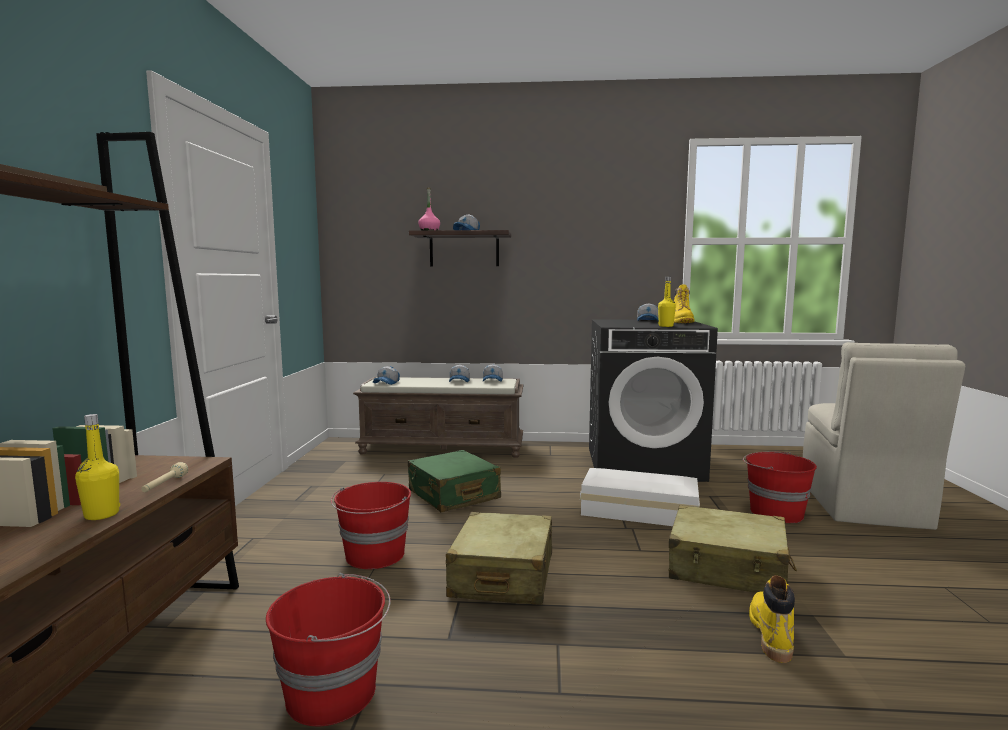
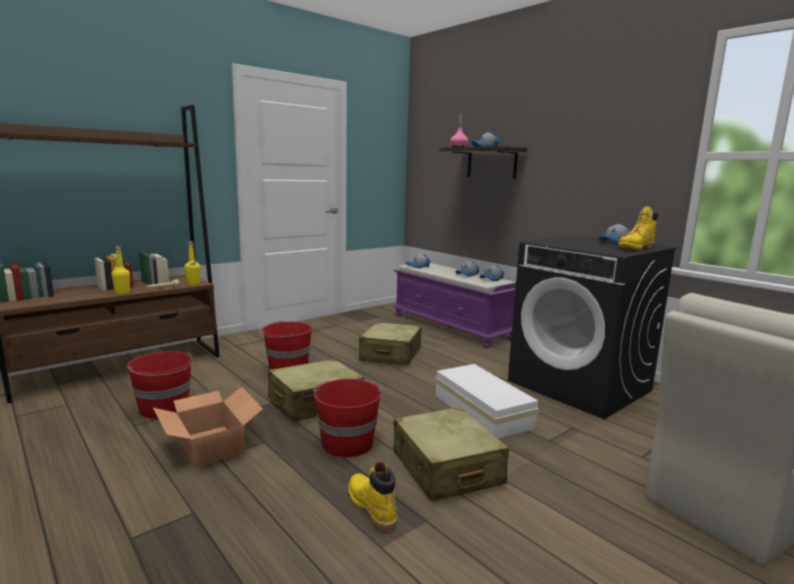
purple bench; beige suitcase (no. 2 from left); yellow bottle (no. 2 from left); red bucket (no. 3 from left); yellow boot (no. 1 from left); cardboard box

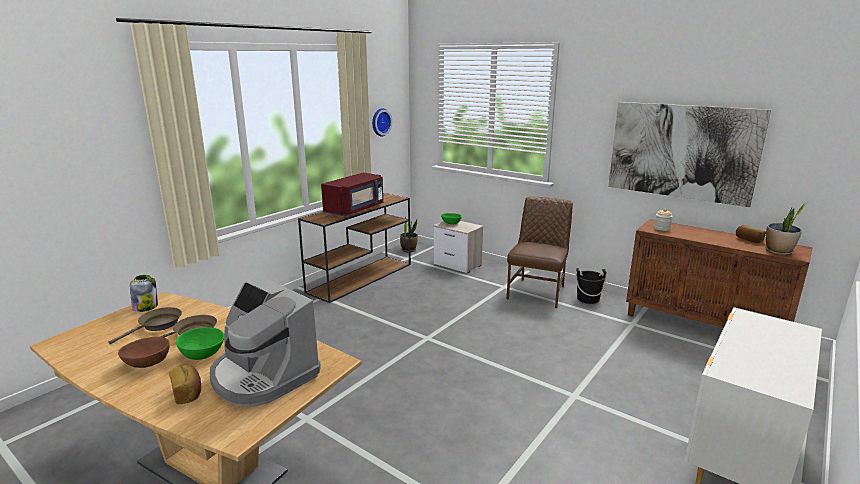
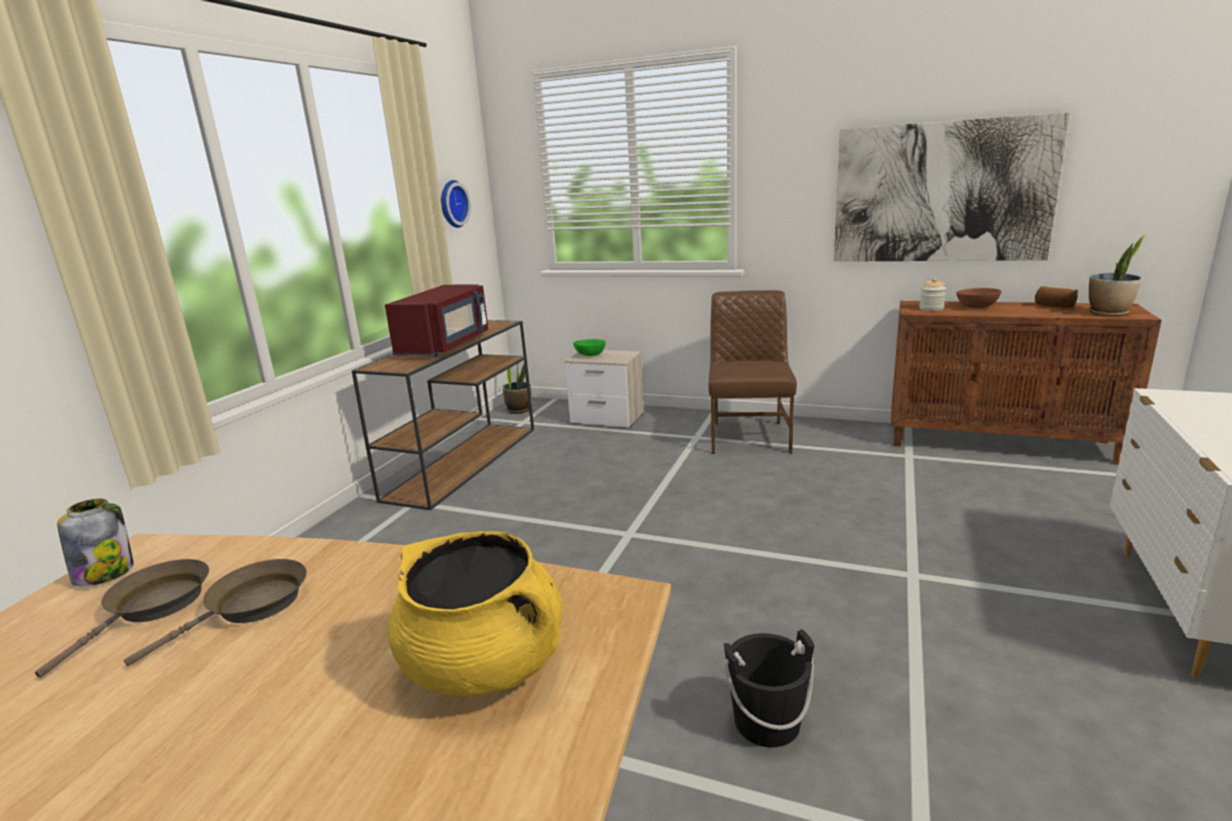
brown bowl; bread (no. 1 from left in the first image); green bowl (no. 1 from left in the first image); yellow cooking pot; black bucket

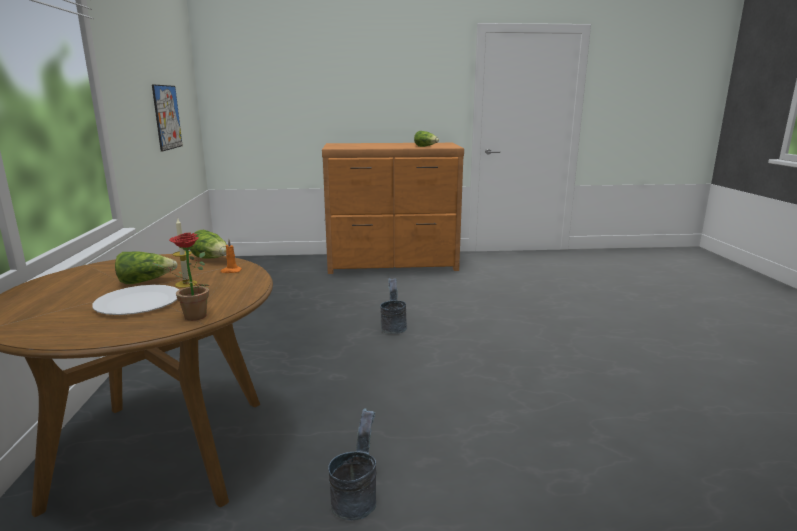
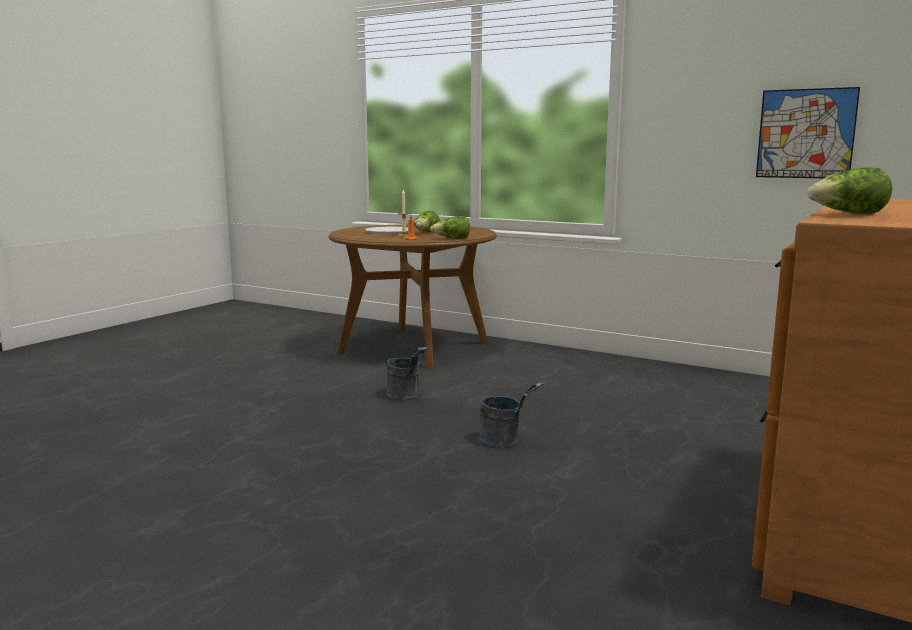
potted plant; grey bucket (no. 1 from left)

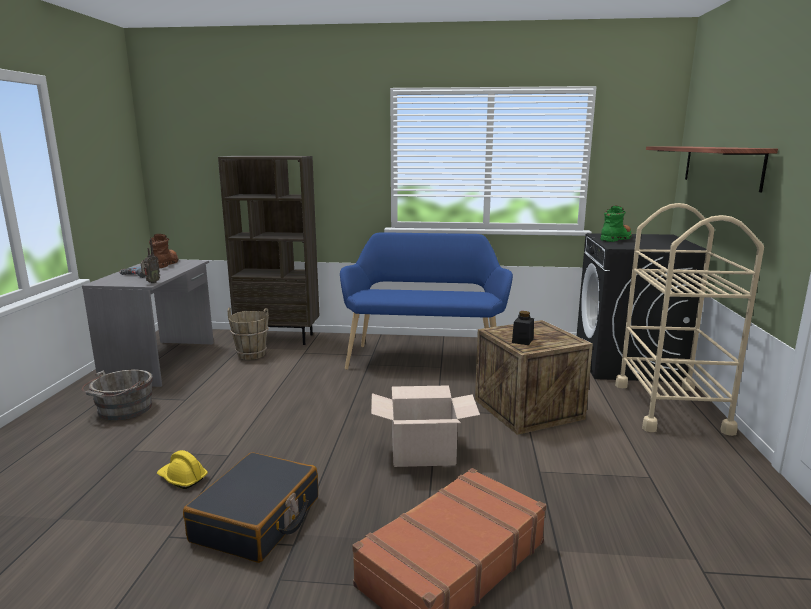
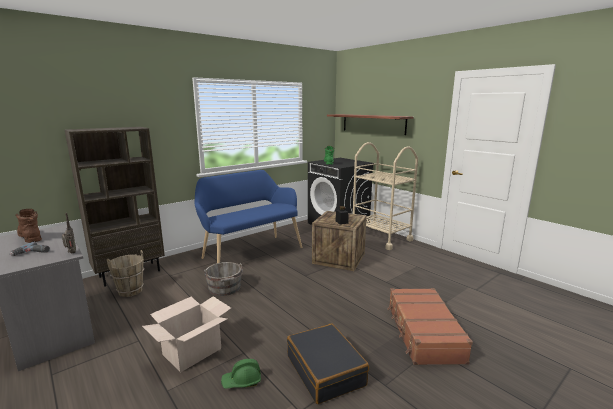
grey bucket; green hard hat; cardboard box

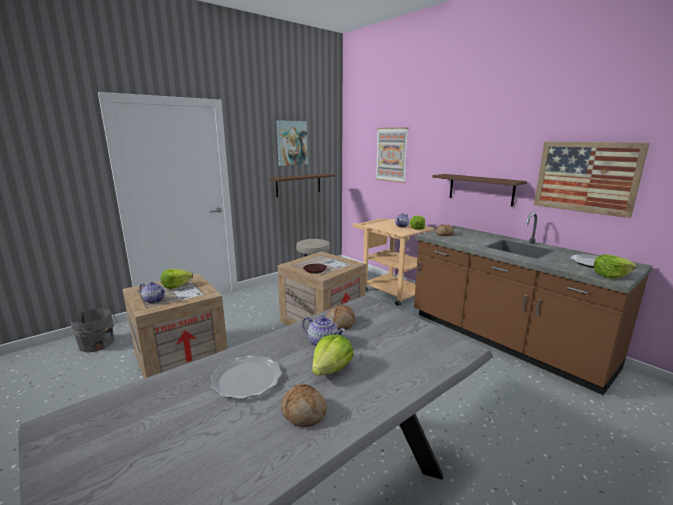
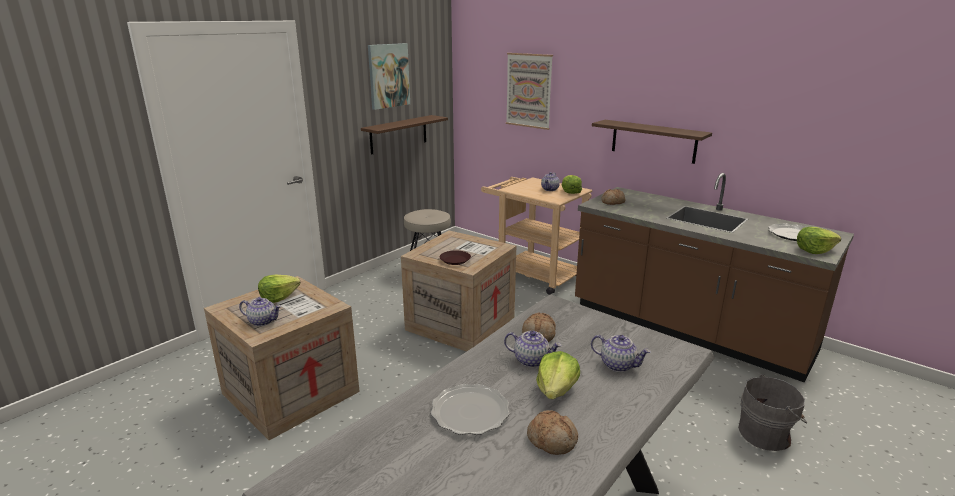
grey bucket; picture (no. 3 from left in the first image); teapot (no. 4 from left)

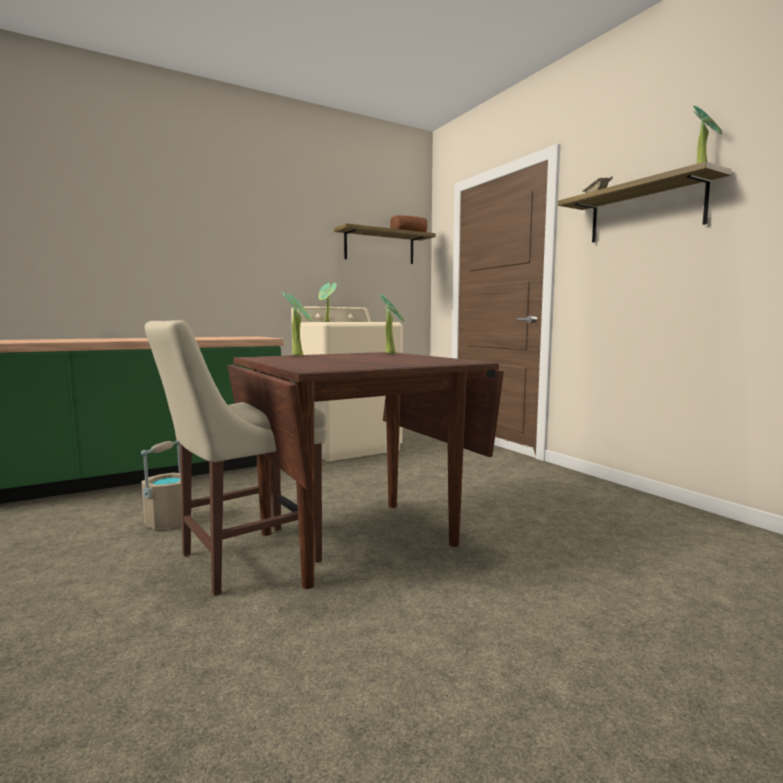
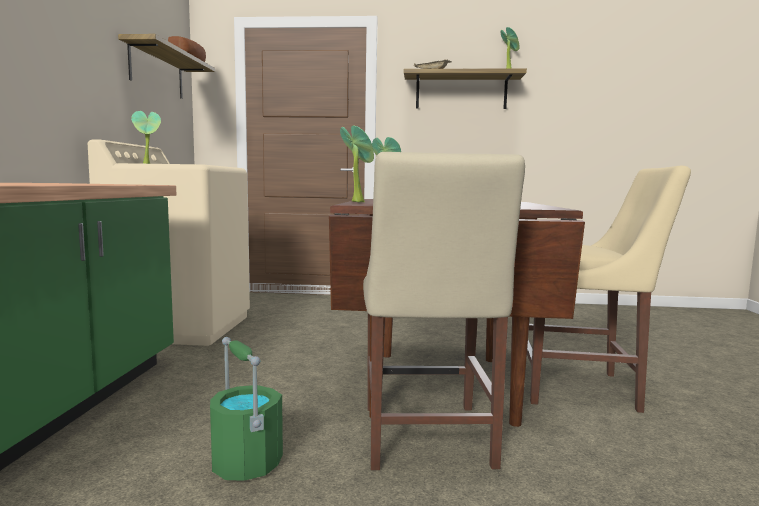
green bucket; beige chair (no. 2 from left)

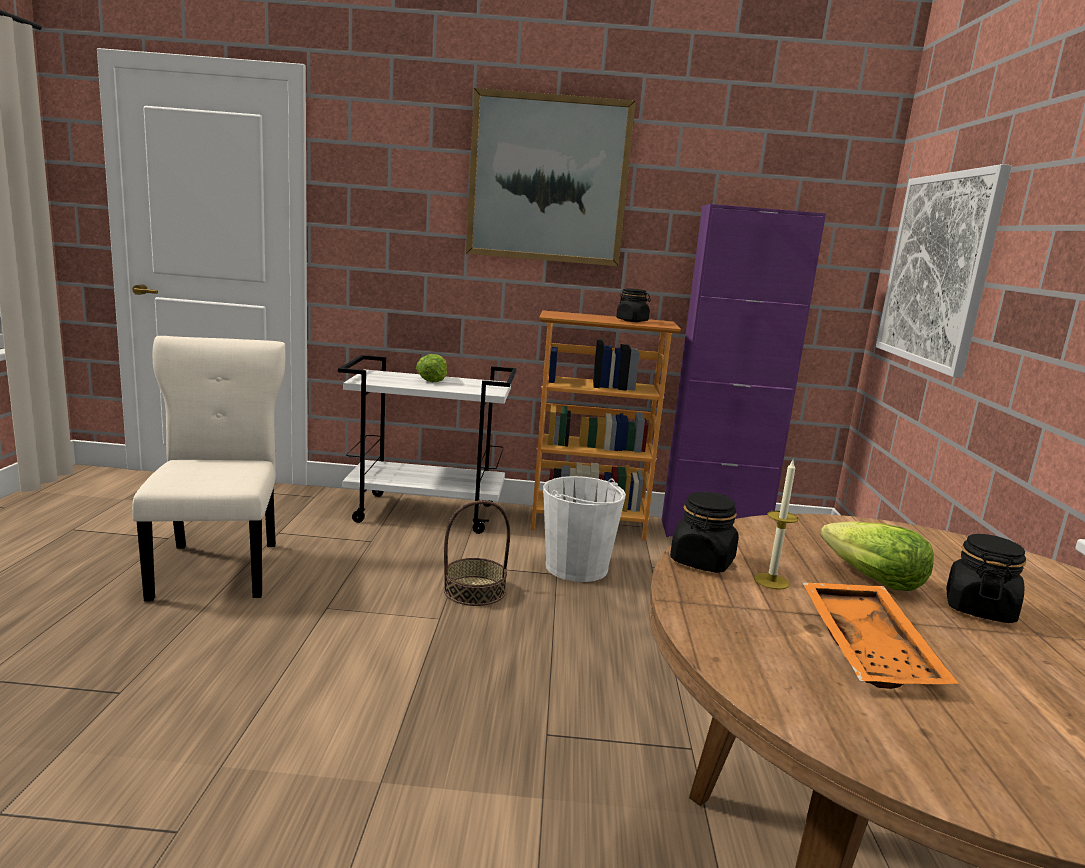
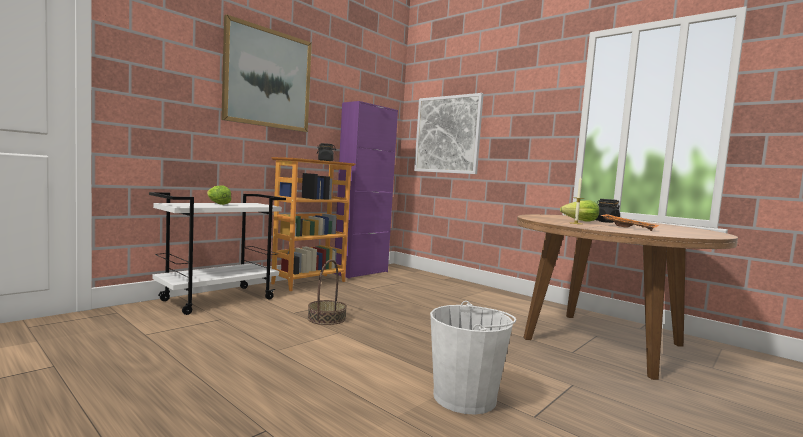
beige chair; white bucket; black jar (no. 2 from left in the first image)

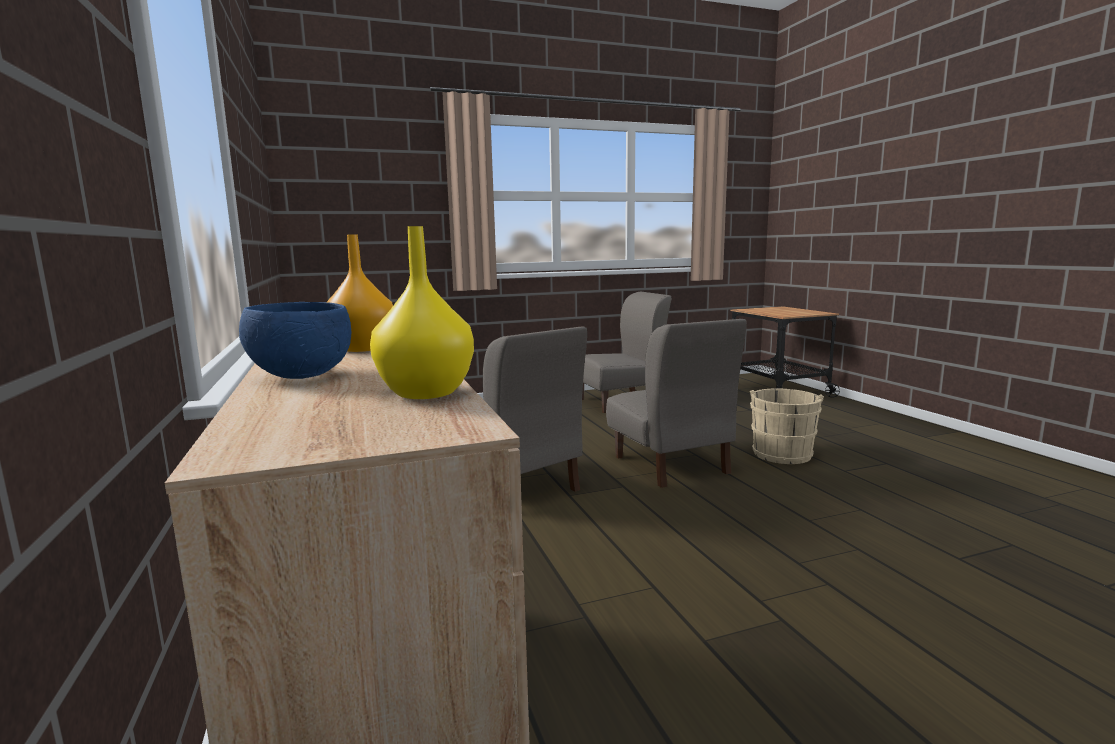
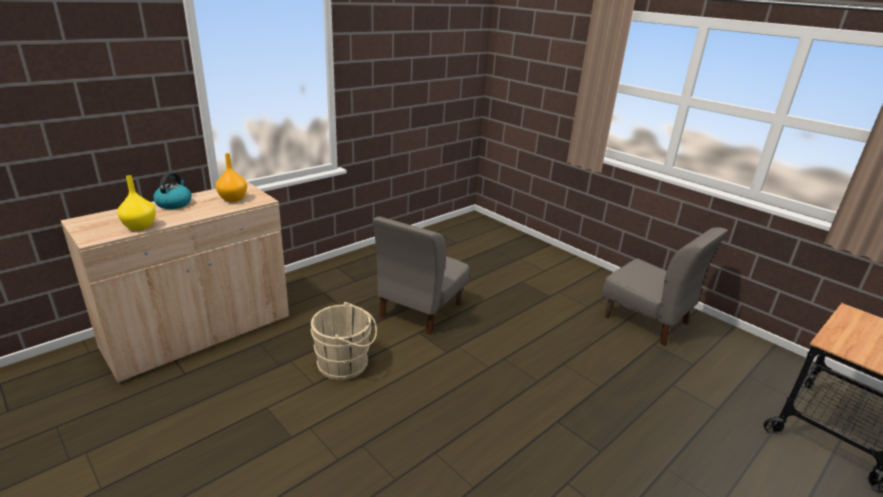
kettle; grey chair (no. 3 from left in the first image); beige bucket

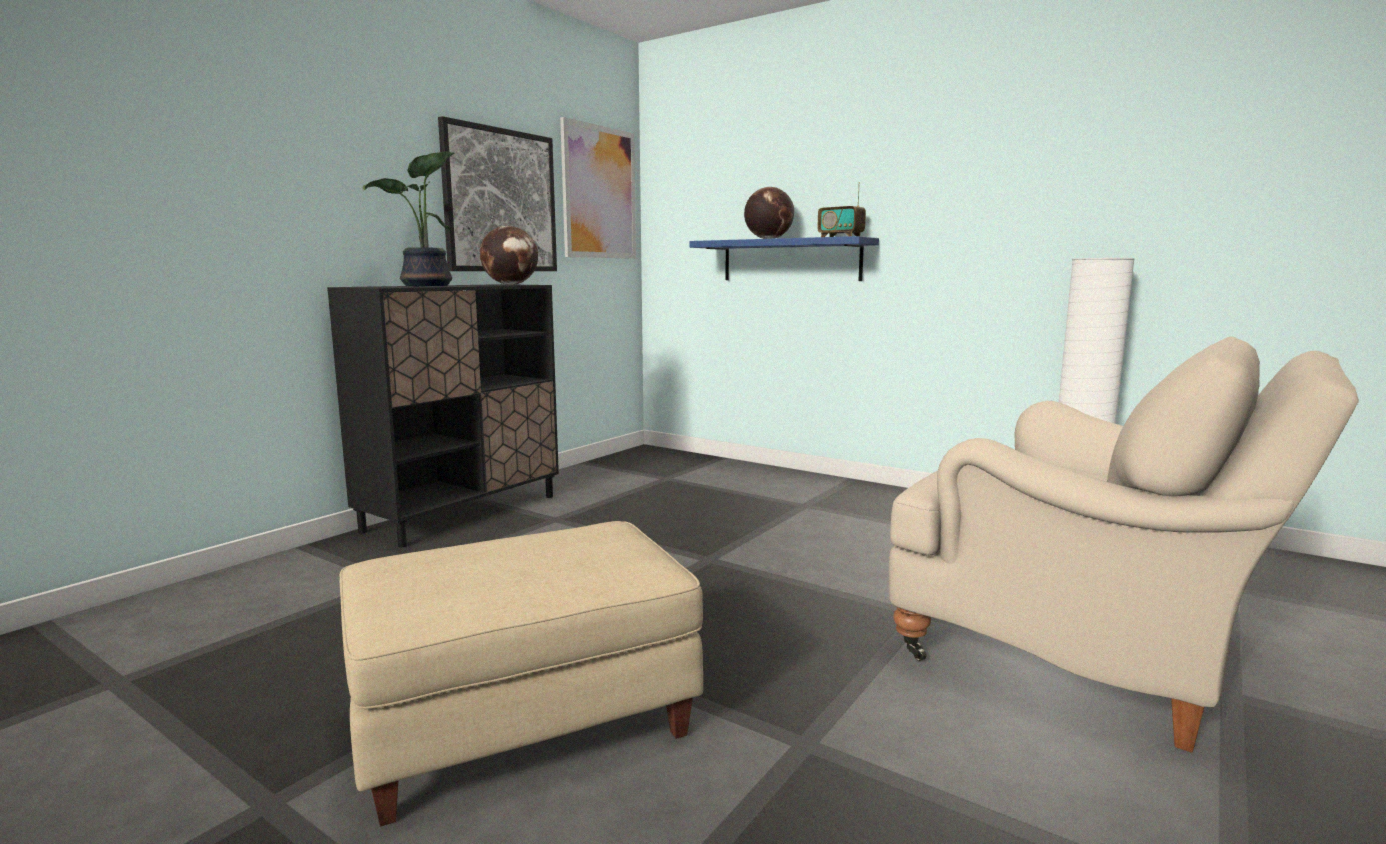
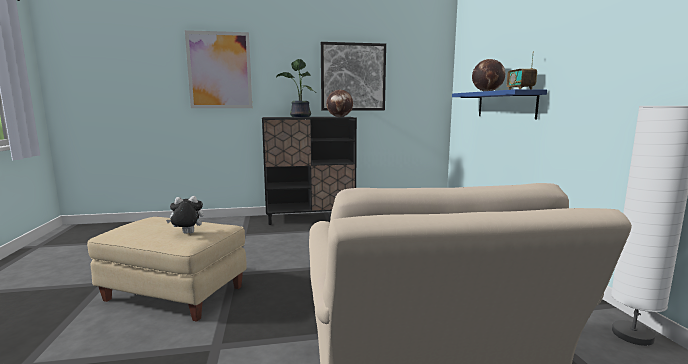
picture (no. 1 from left); plush toy

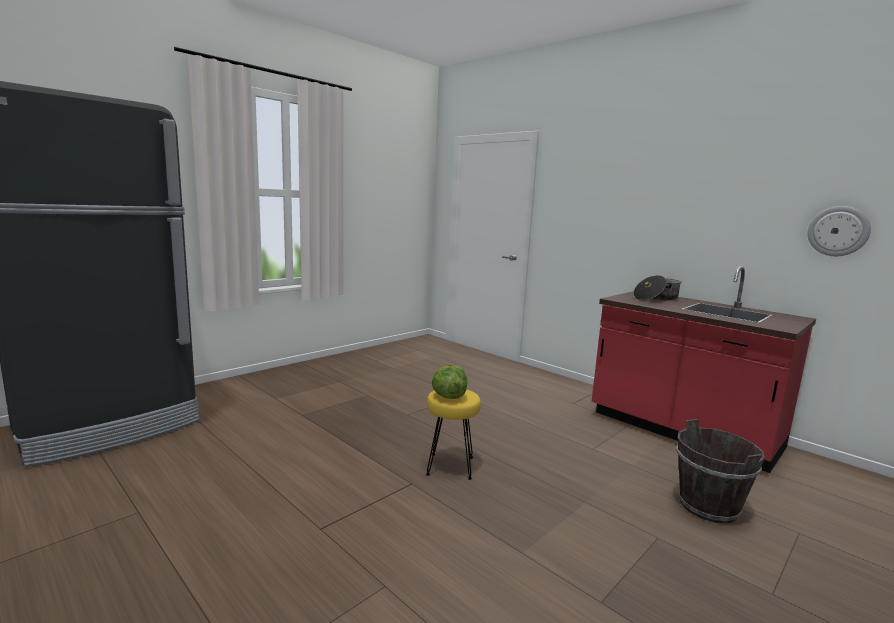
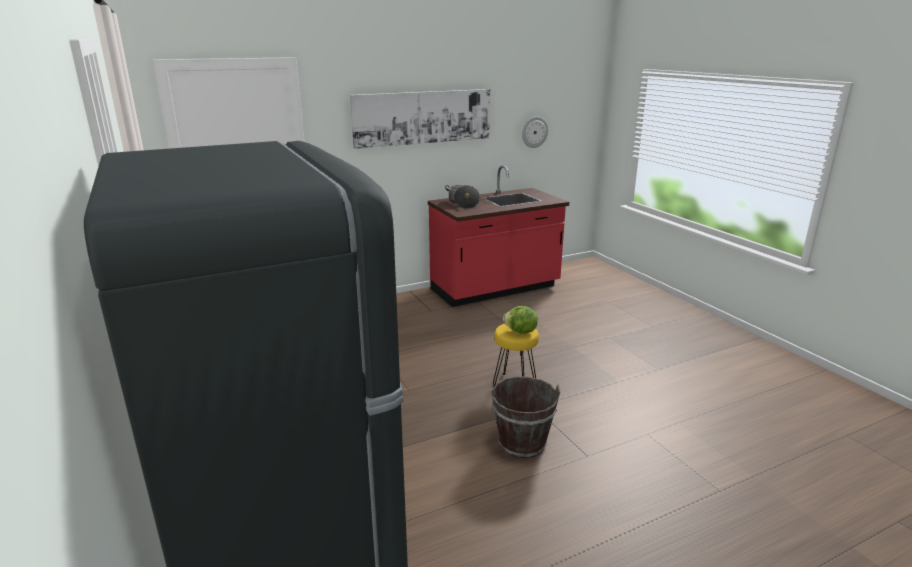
brown bucket; picture

